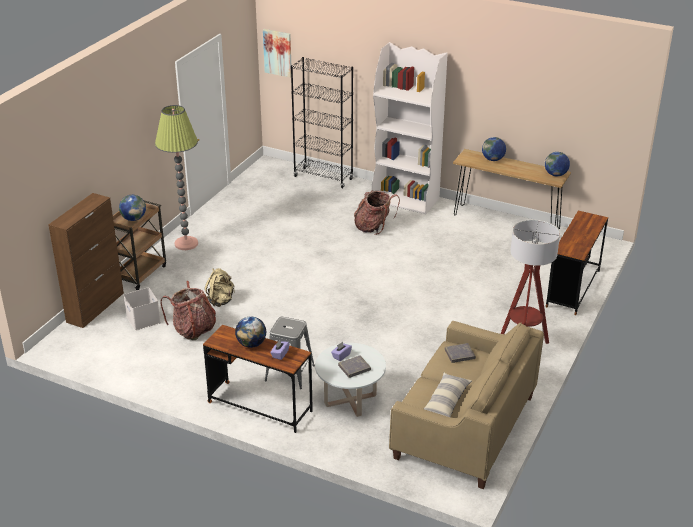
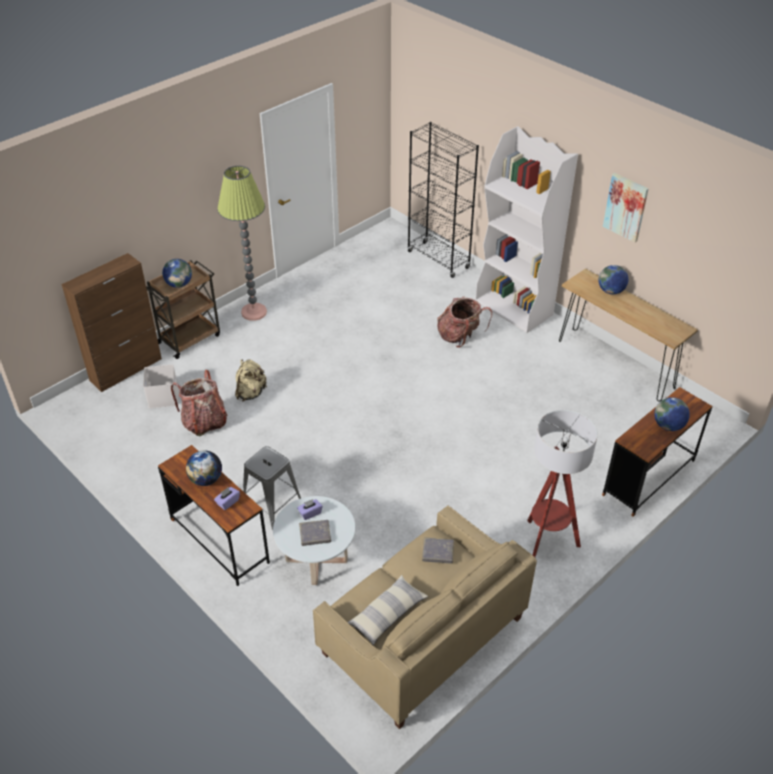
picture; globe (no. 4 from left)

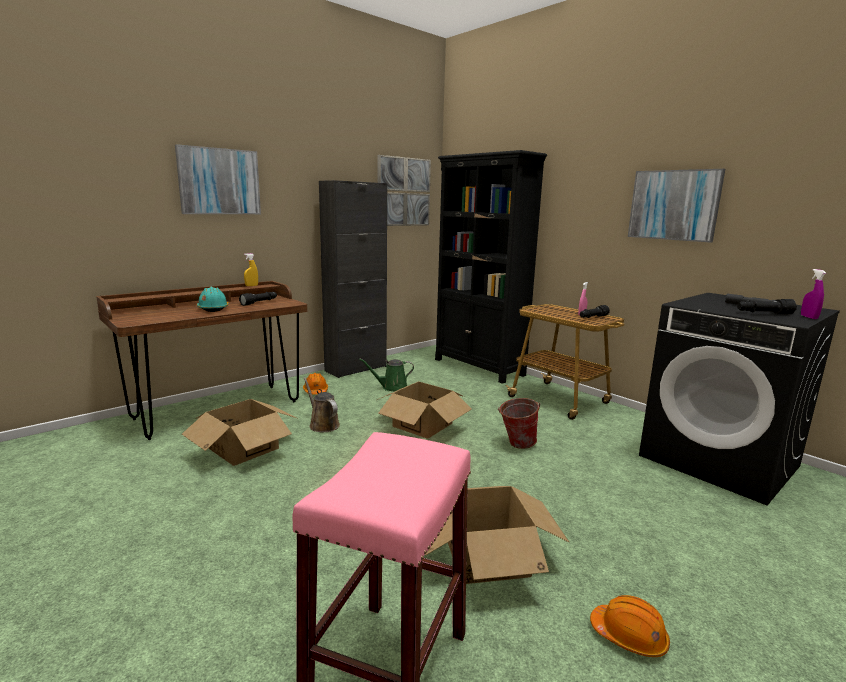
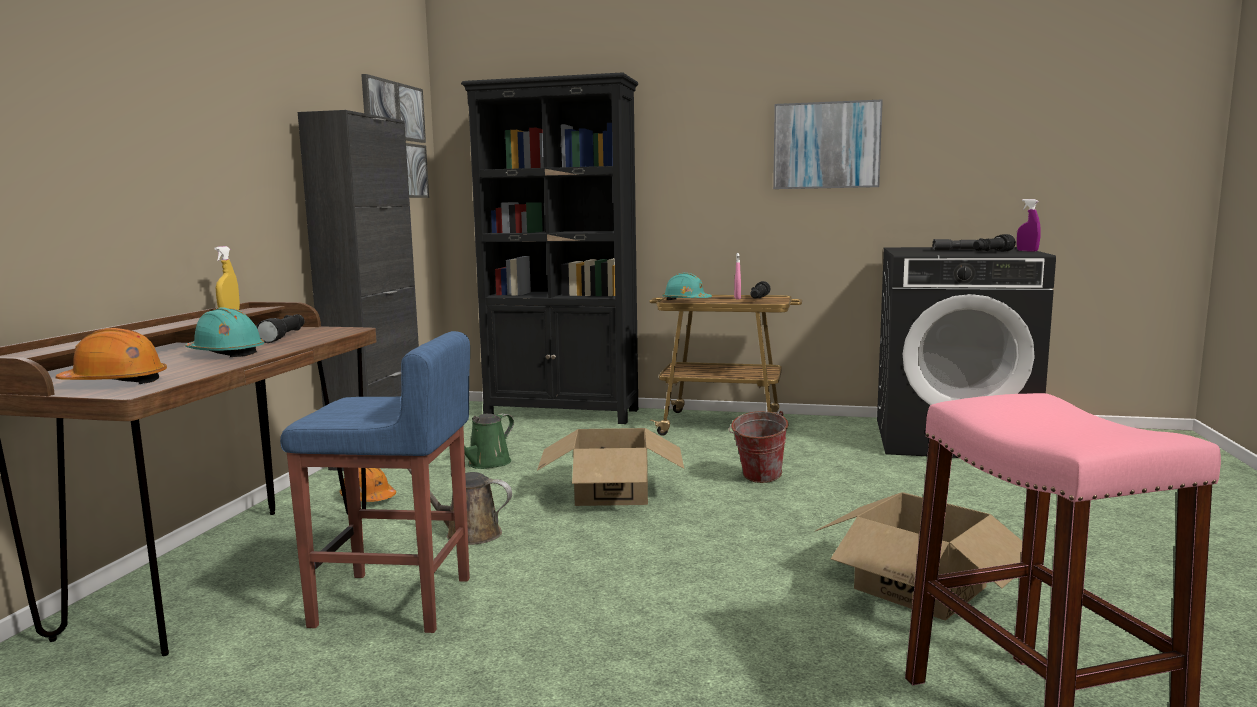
picture (no. 1 from left in the first image); blue stool; orange hard hat (no. 1 from left); turquoise hard hat (no. 2 from left)

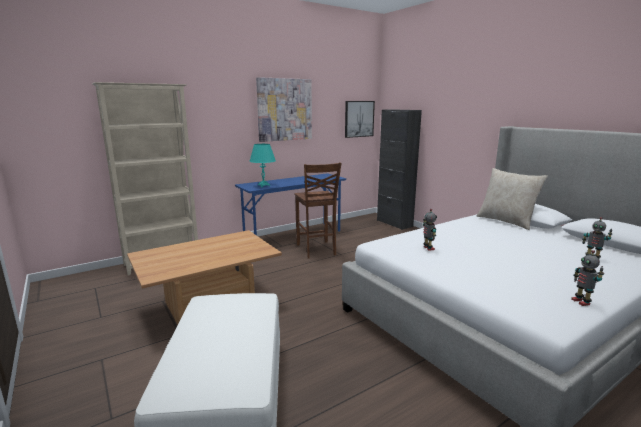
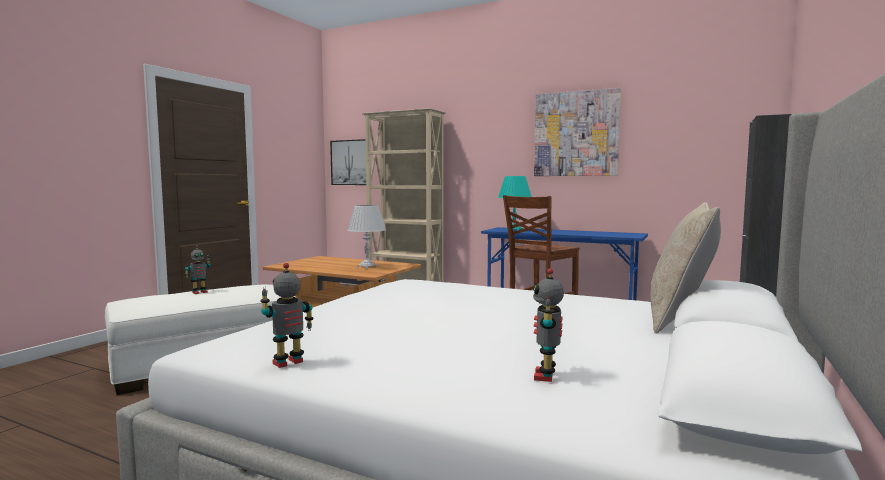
picture (no. 1 from left); toy robot (no. 1 from left); white table lamp

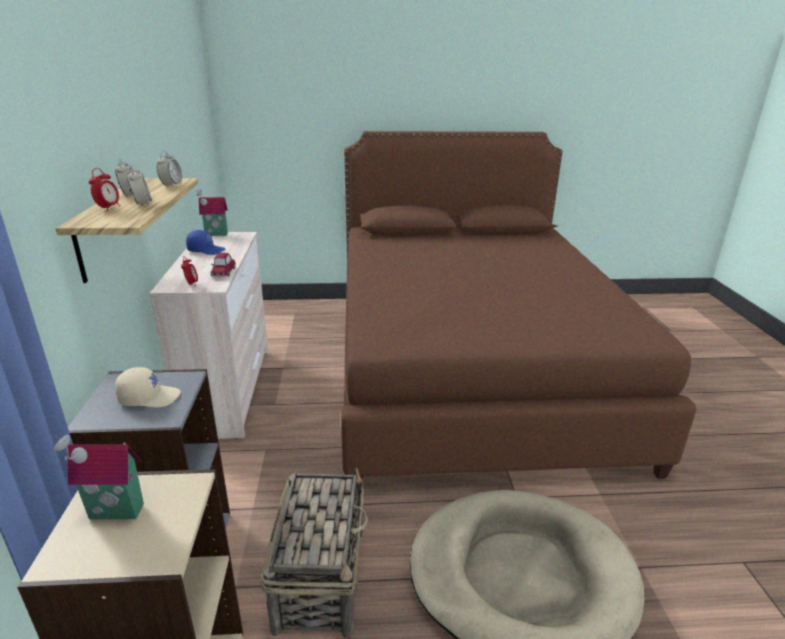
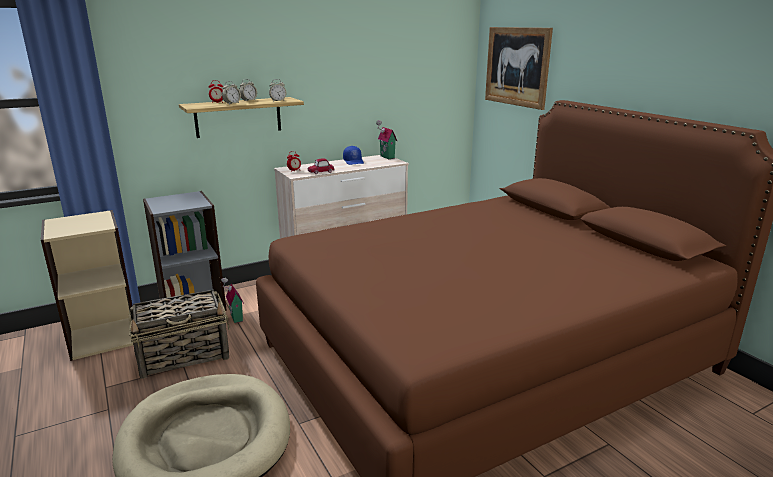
toy house (no. 1 from left); beige cap; picture

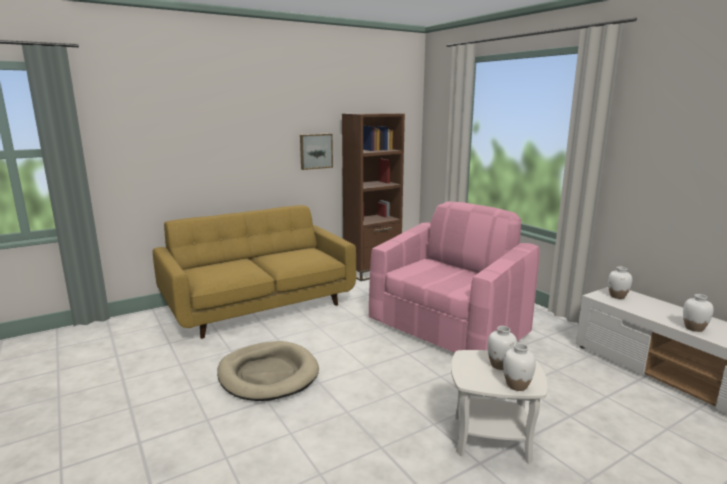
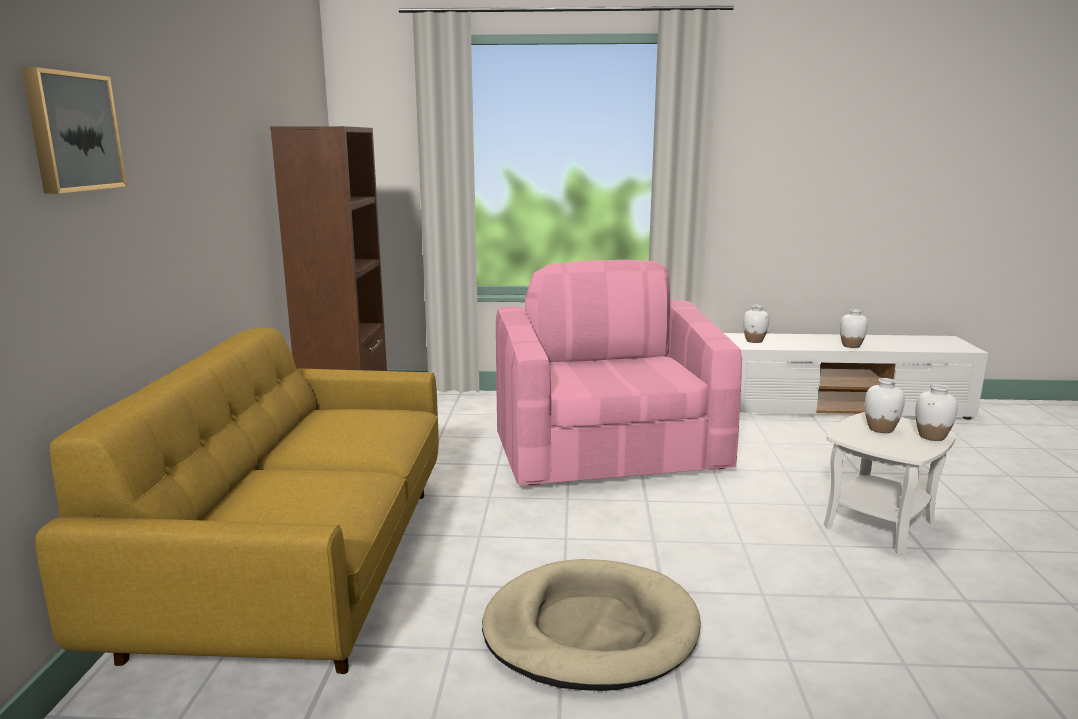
picture

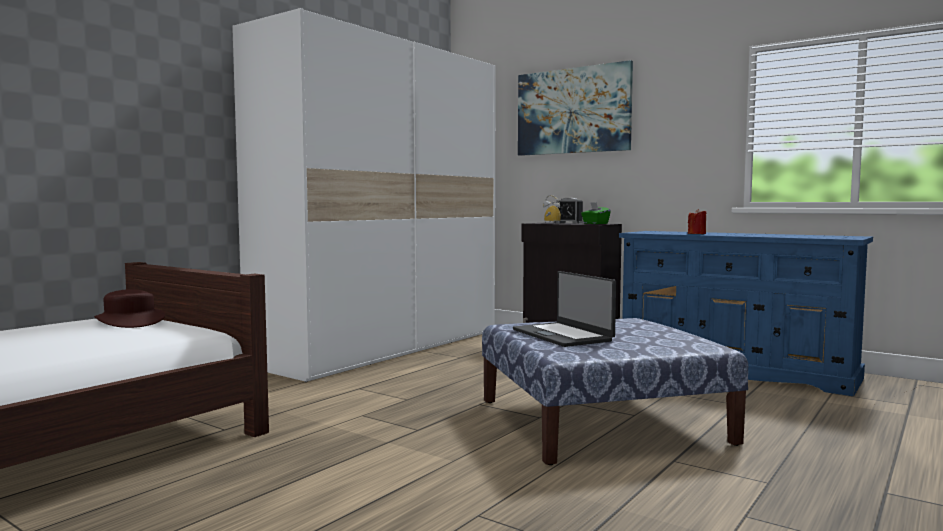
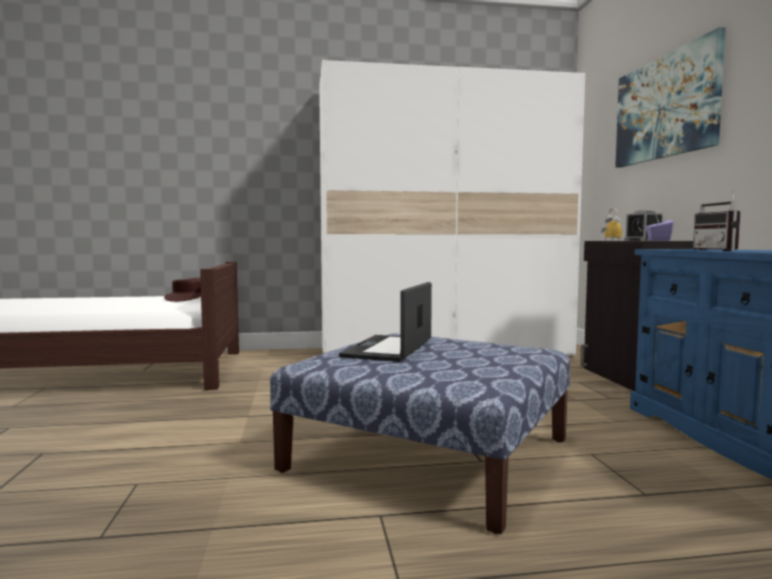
purple tissue box; radio

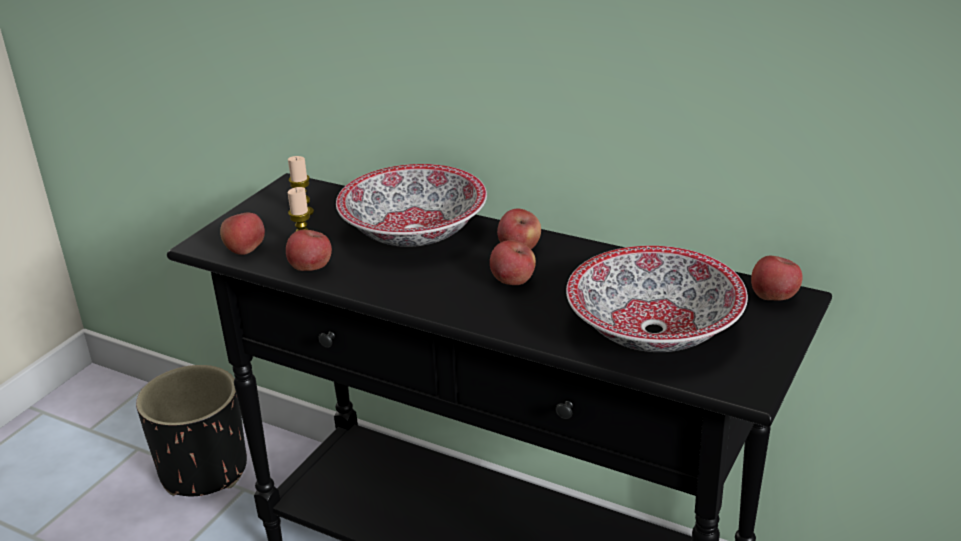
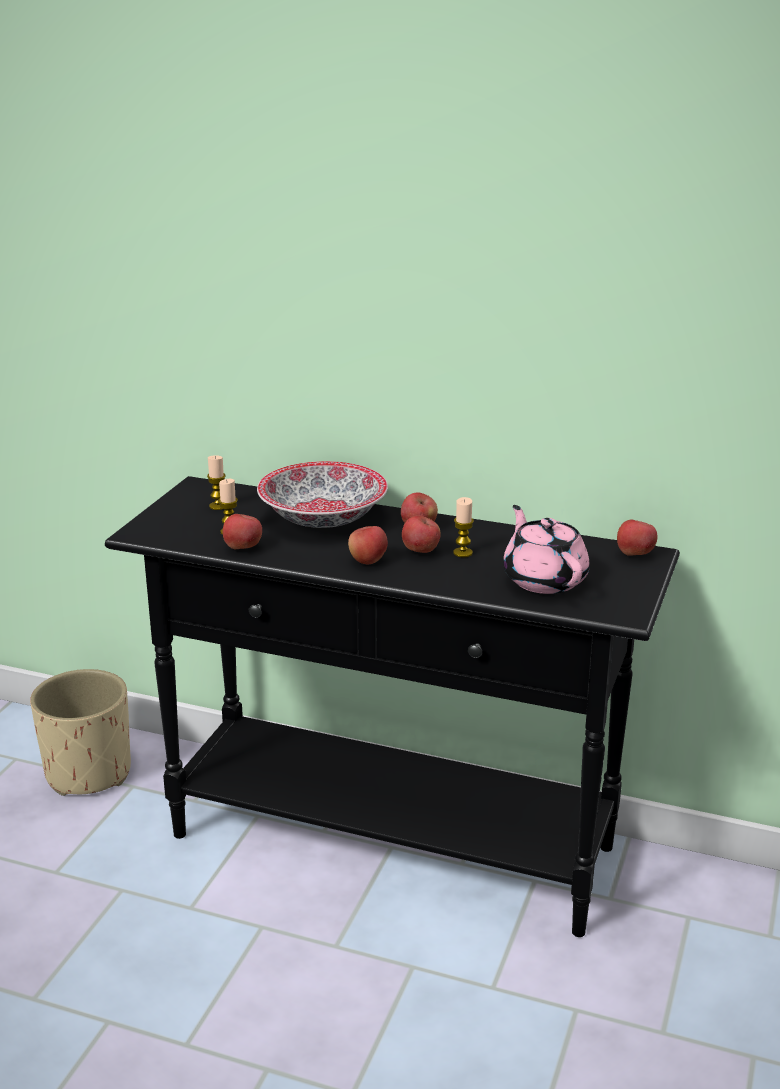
beige planter; apple (no. 2 from left); pink teapot; candle (no. 3 from left)

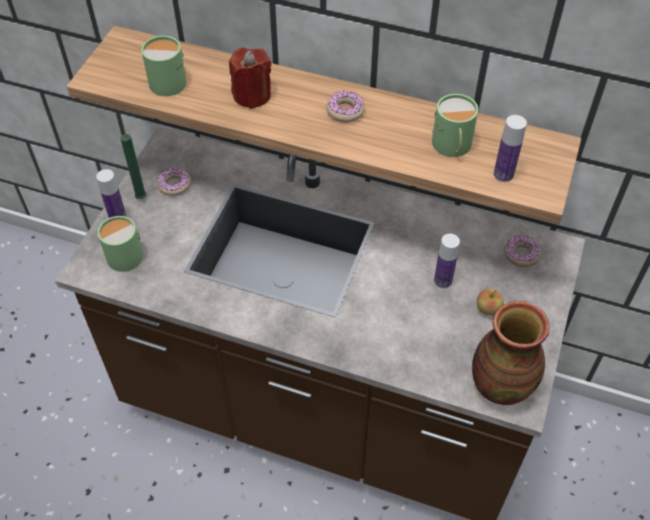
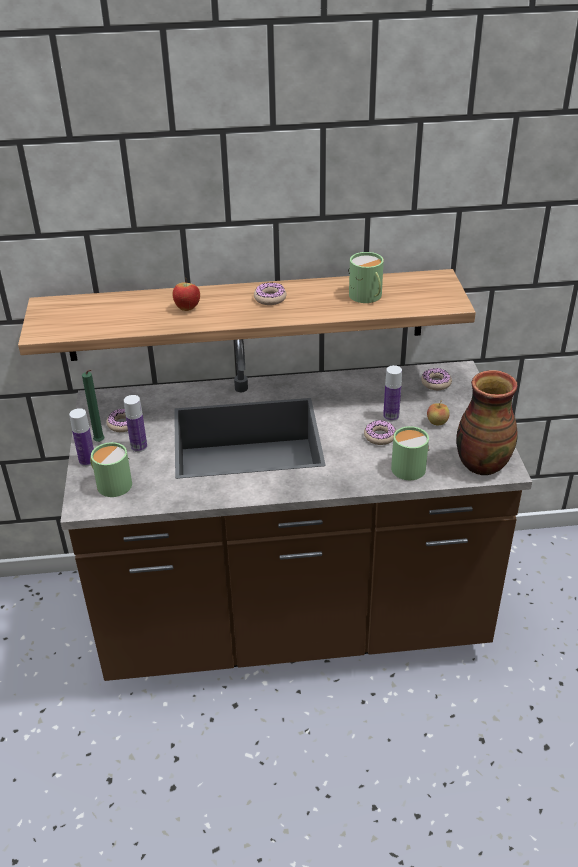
green mug (no. 3 from left); apple (no. 1 from left); bottle (no. 2 from left); donut (no. 3 from left)

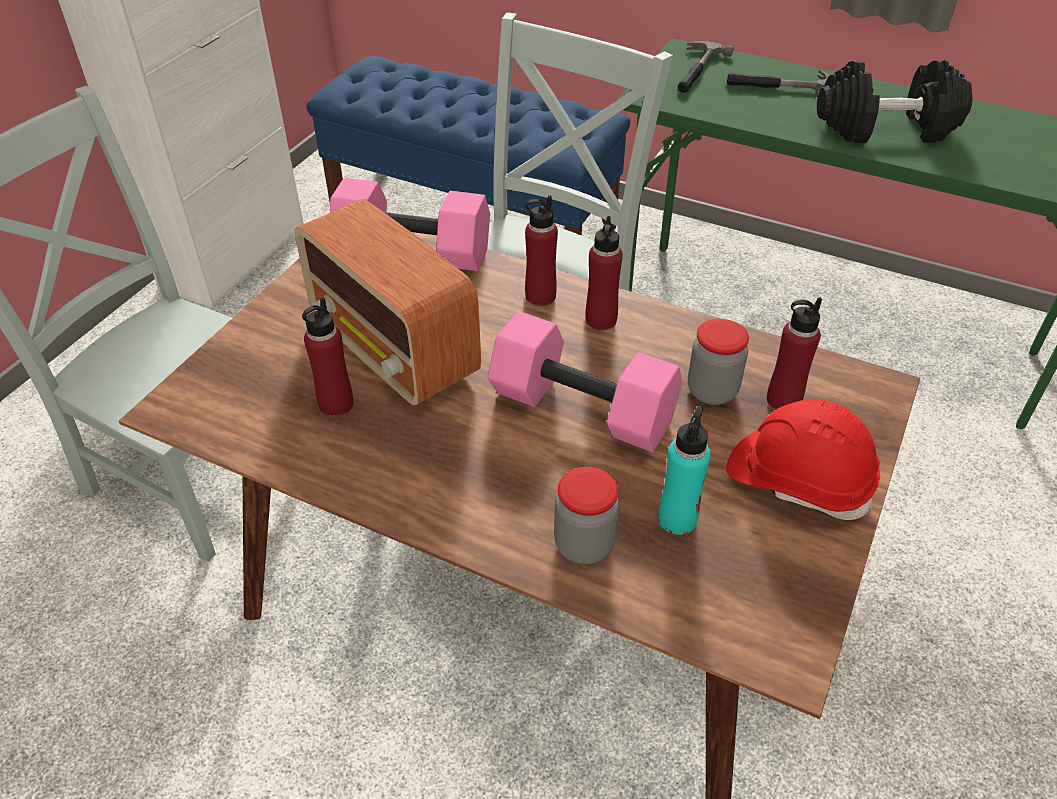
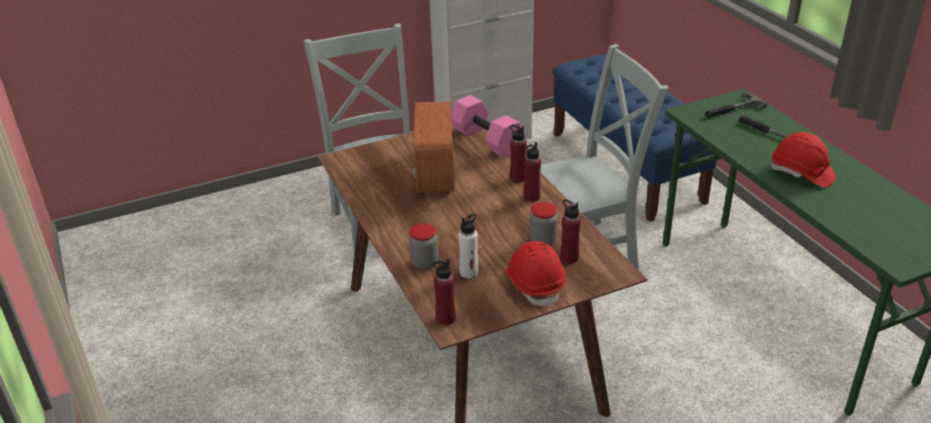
red bottle (no. 1 from left); pink dumbbell (no. 2 from left in the first image); white bottle; red hard hat (no. 2 from left)

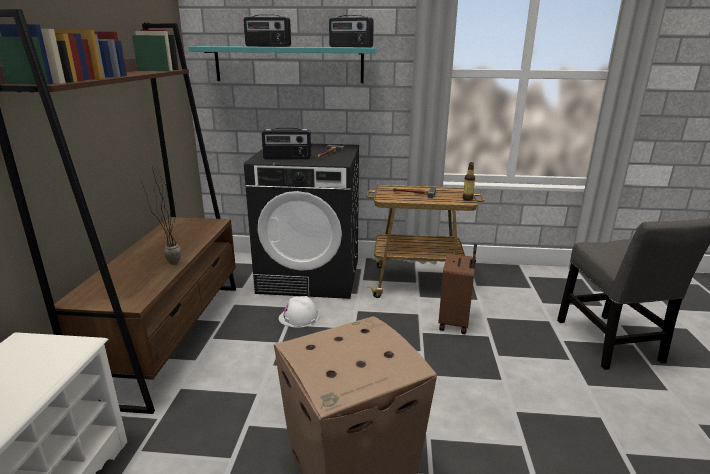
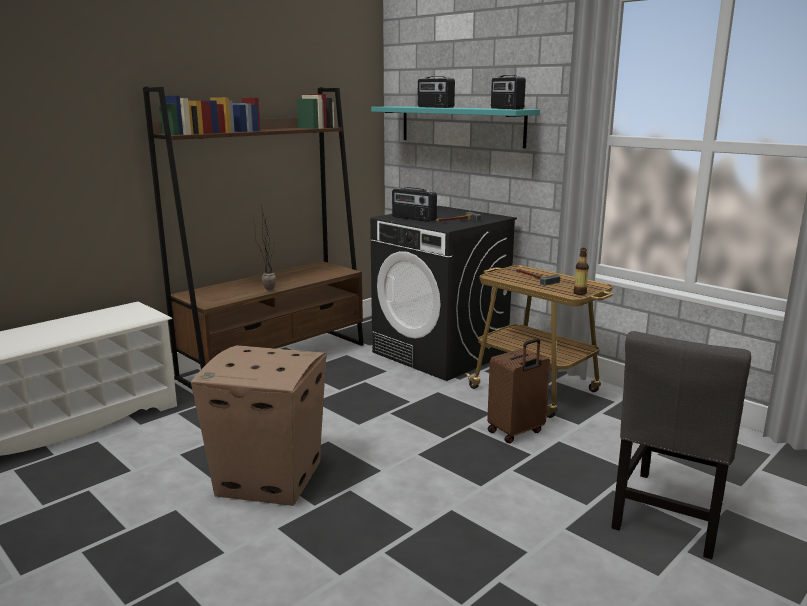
white hard hat

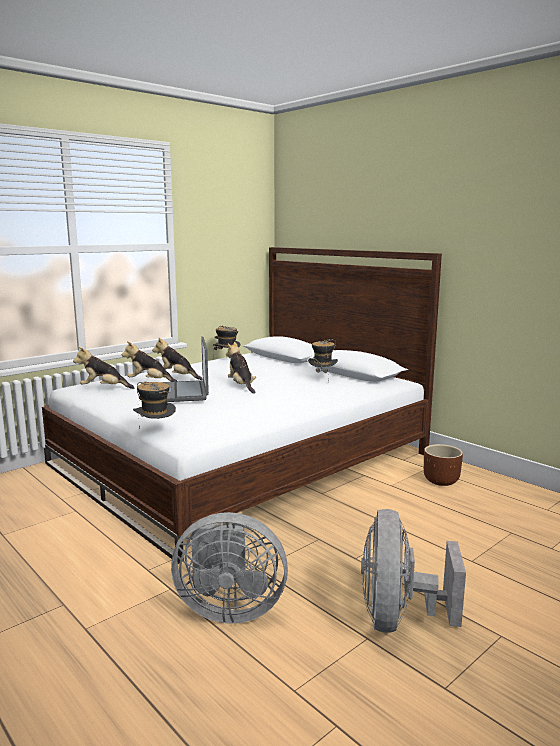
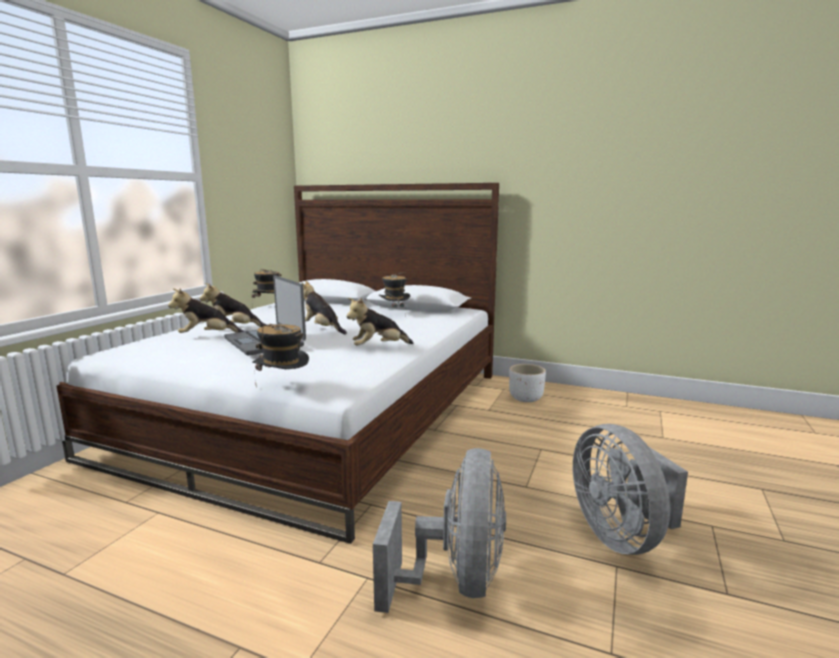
plush toy (no. 4 from left); grey fan (no. 1 from left); white planter

